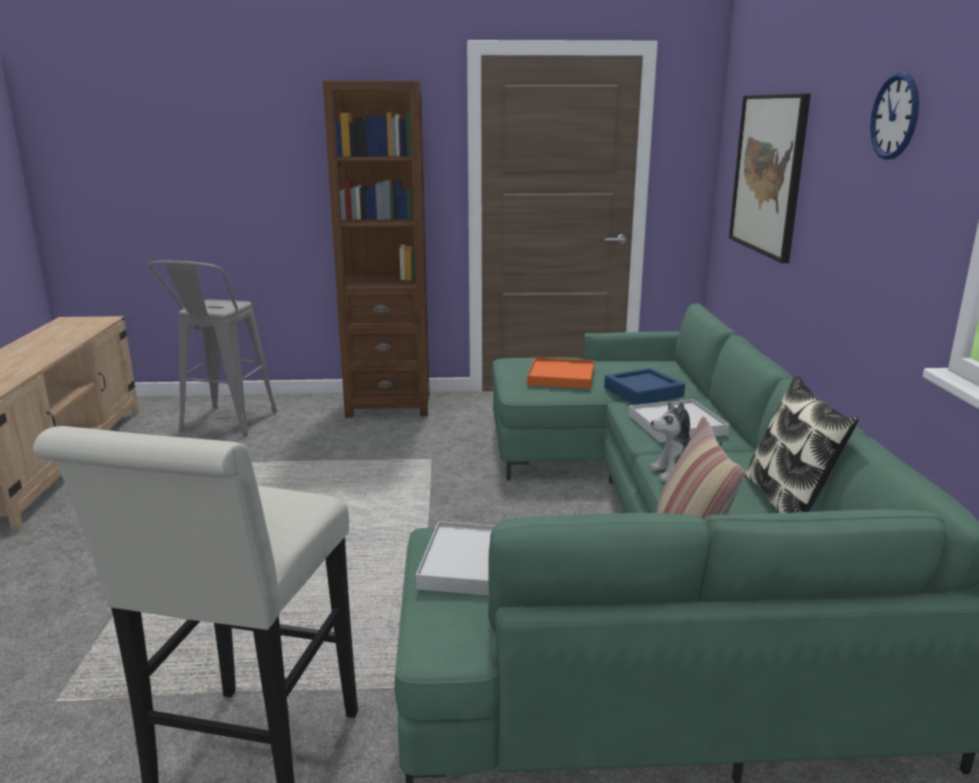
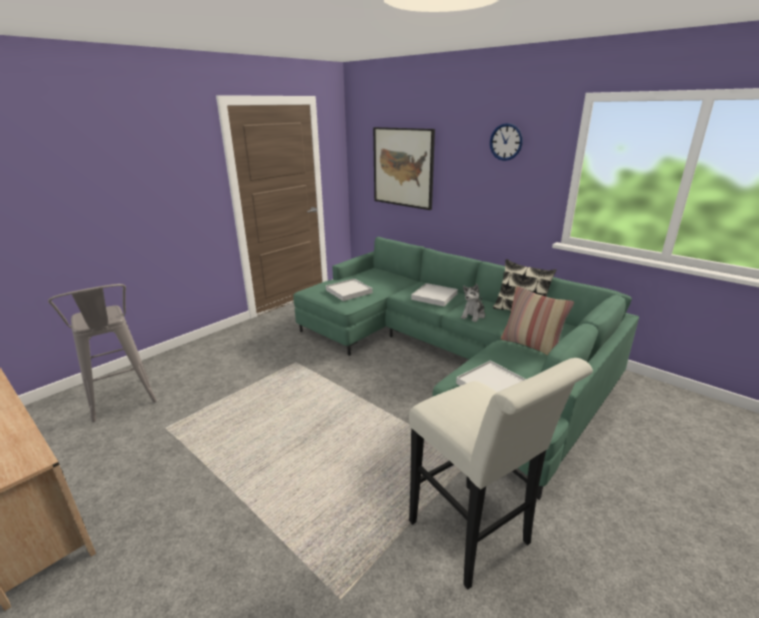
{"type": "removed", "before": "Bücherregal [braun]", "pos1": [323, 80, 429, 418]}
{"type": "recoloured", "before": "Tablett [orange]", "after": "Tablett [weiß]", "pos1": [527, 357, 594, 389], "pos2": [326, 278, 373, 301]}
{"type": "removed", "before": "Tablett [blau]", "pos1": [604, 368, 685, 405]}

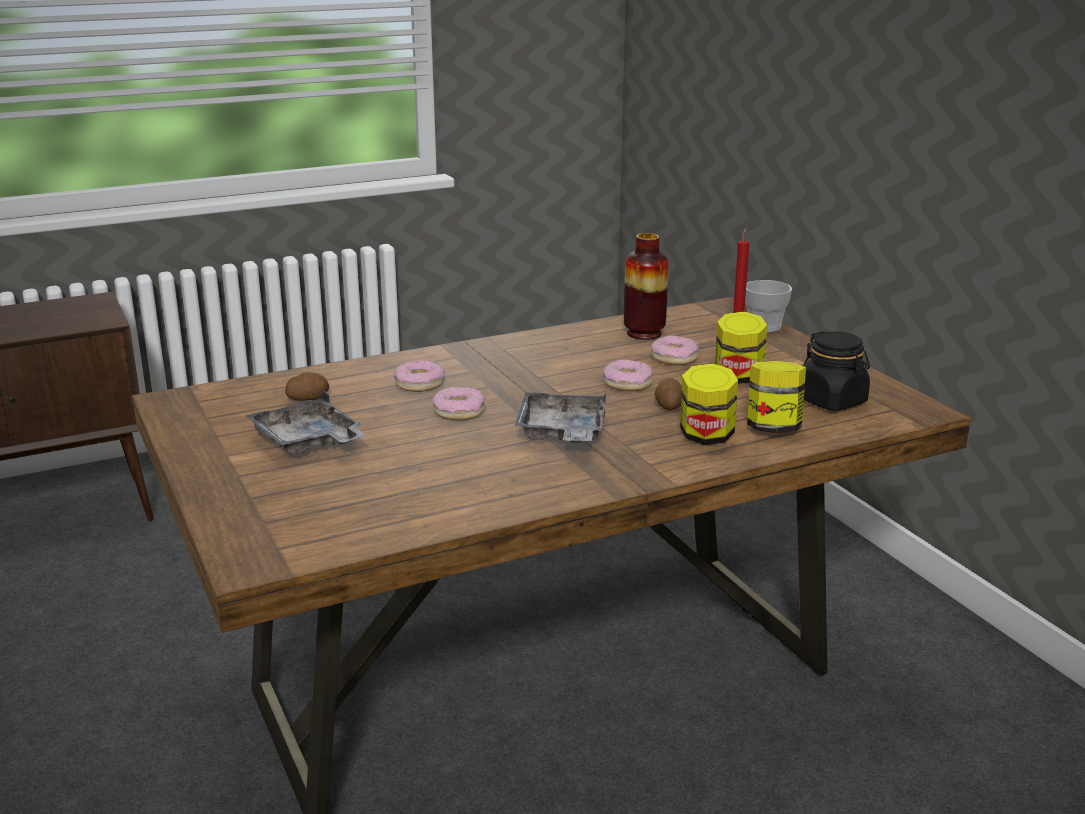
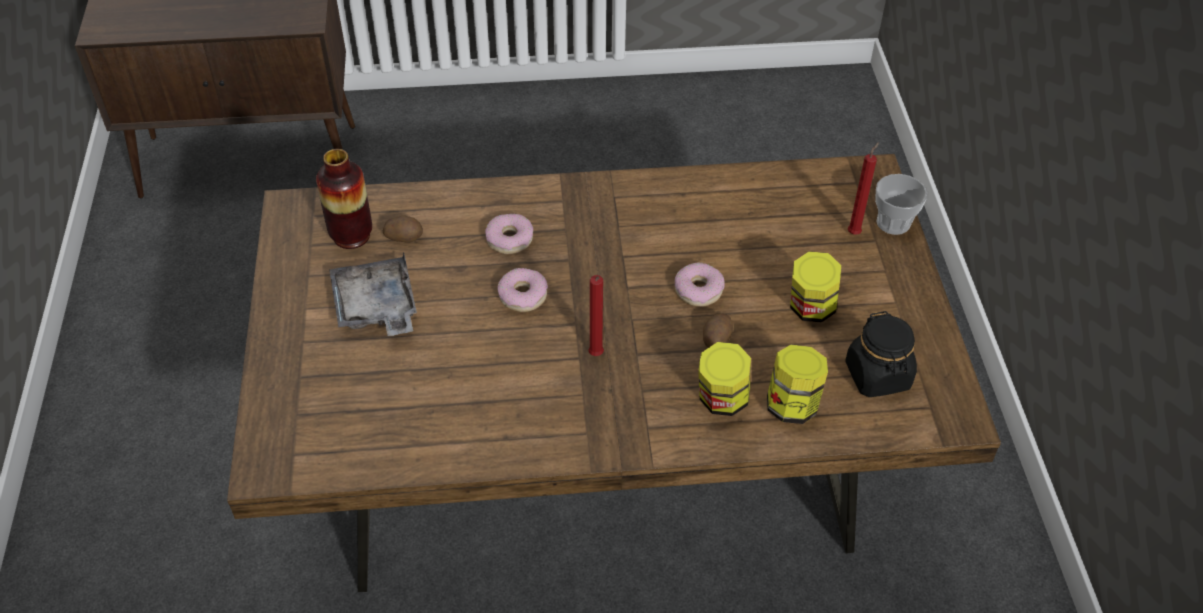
{"type": "moved", "before": "Vase", "pos1": [624, 233, 669, 340], "pos2": [316, 149, 372, 249]}
{"type": "removed", "before": "Donut", "pos1": [651, 335, 699, 365]}
{"type": "replaced", "before": "Tablett [grau]", "after": "Kerze [rot]", "pos1": [515, 391, 606, 443], "pos2": [588, 275, 604, 356]}

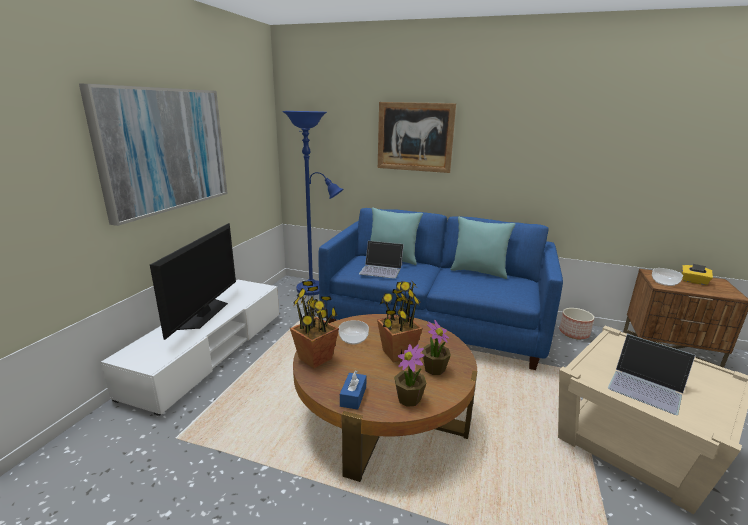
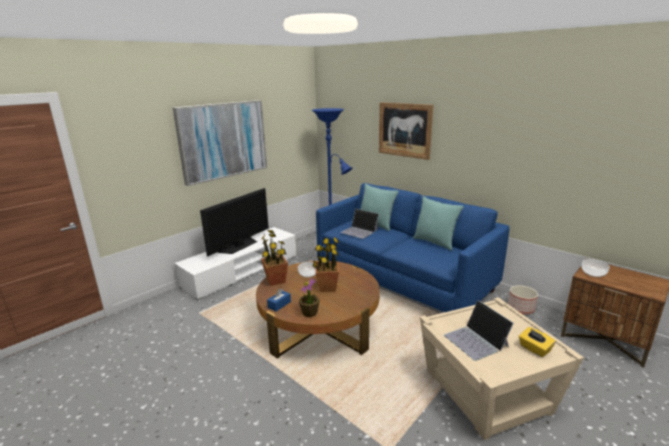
{"type": "moved", "before": "Taschentuchbox [gelb]", "pos1": [682, 264, 713, 285], "pos2": [519, 327, 556, 357]}
{"type": "removed", "before": "Topfpflanze", "pos1": [422, 319, 451, 375]}

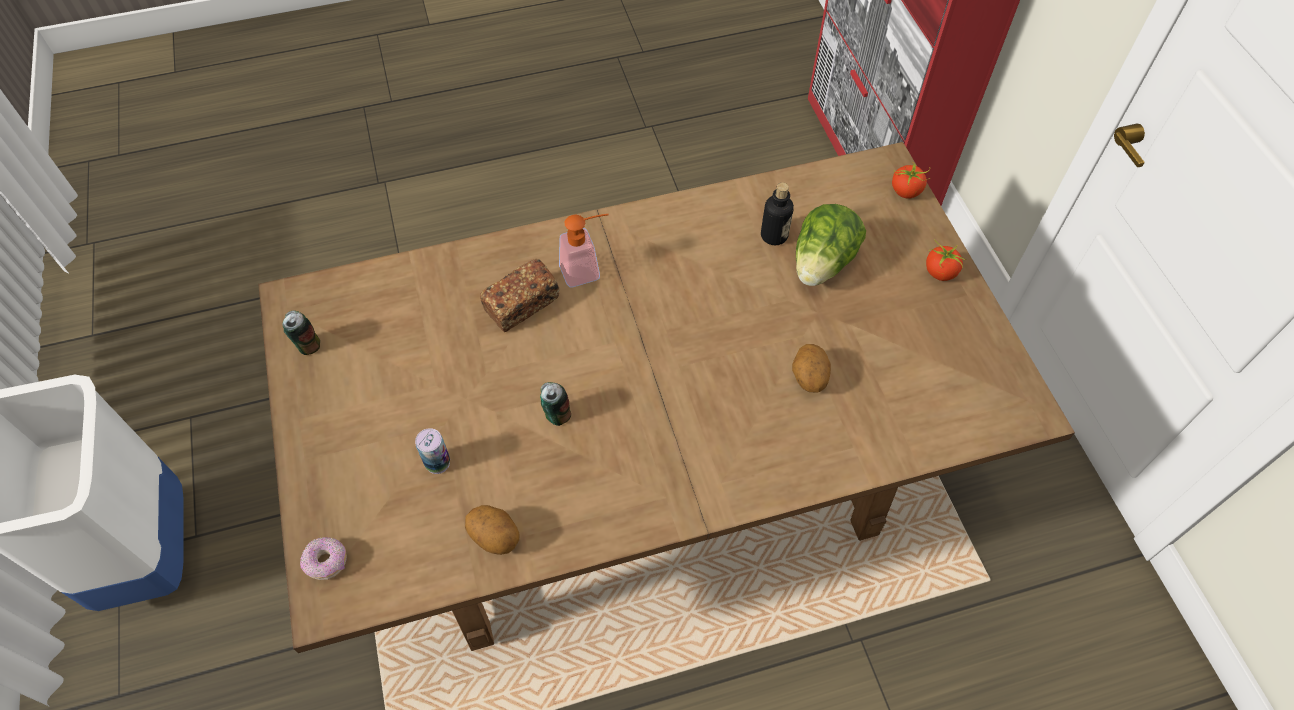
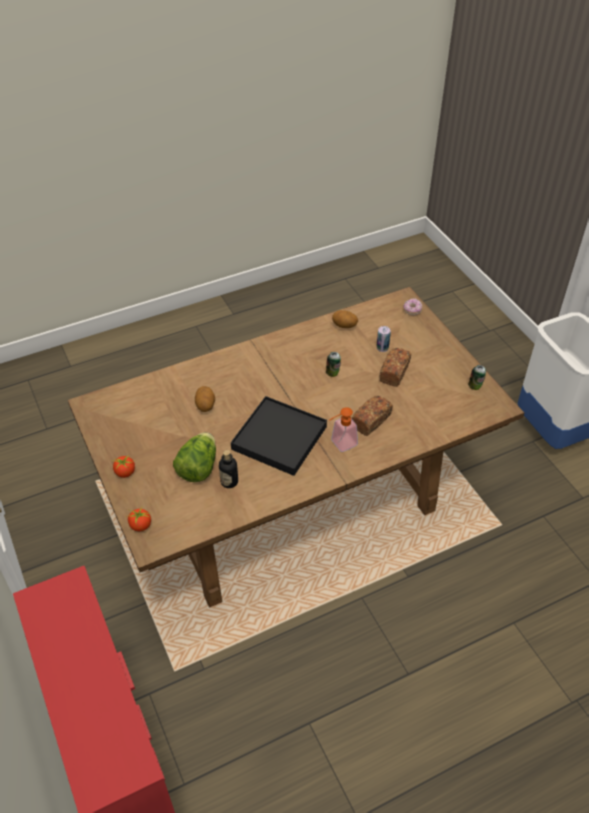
{"type": "added", "after": "Brot", "pos2": [379, 348, 411, 387]}
{"type": "added", "after": "Tablett [schwarz]", "pos2": [231, 396, 327, 476]}

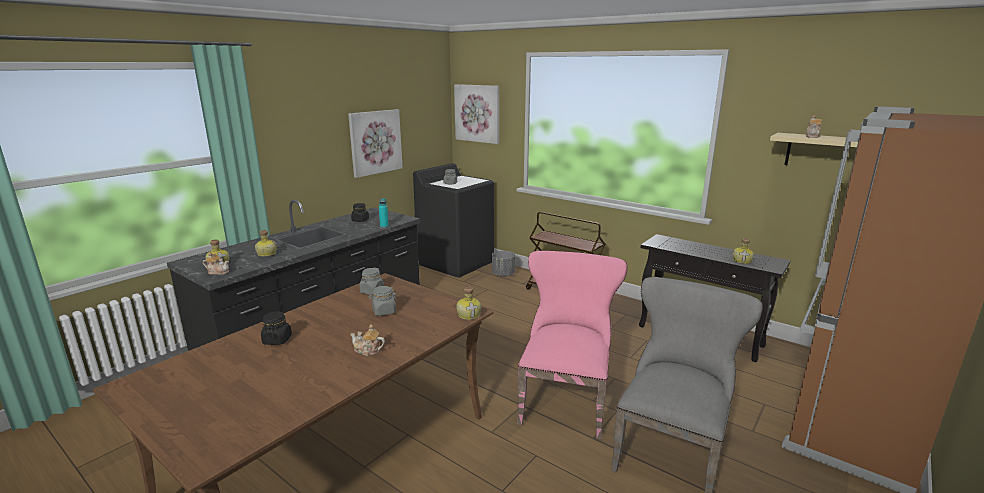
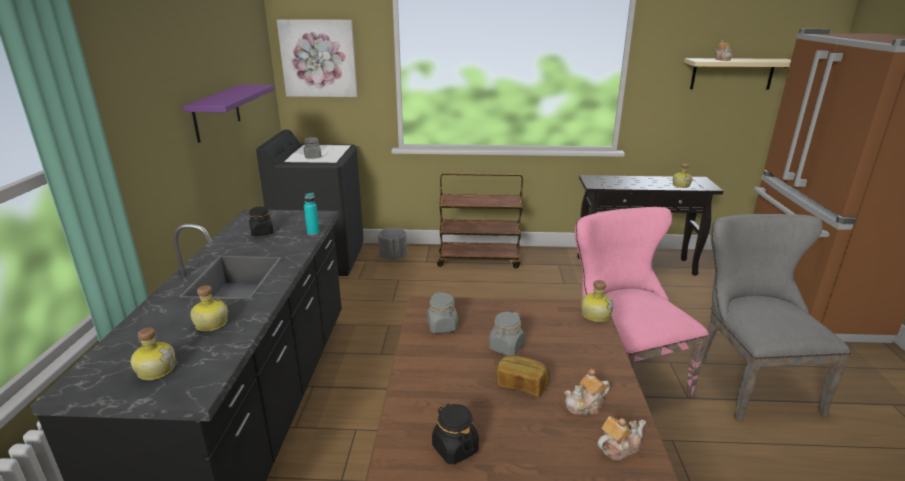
{"type": "replaced", "before": "Bild", "after": "Wandregal [lila]", "pos1": [348, 109, 403, 178], "pos2": [183, 85, 274, 143]}
{"type": "moved", "before": "Teekanne", "pos1": [203, 252, 229, 275], "pos2": [597, 416, 646, 460]}
{"type": "added", "after": "Brot", "pos2": [497, 355, 550, 396]}

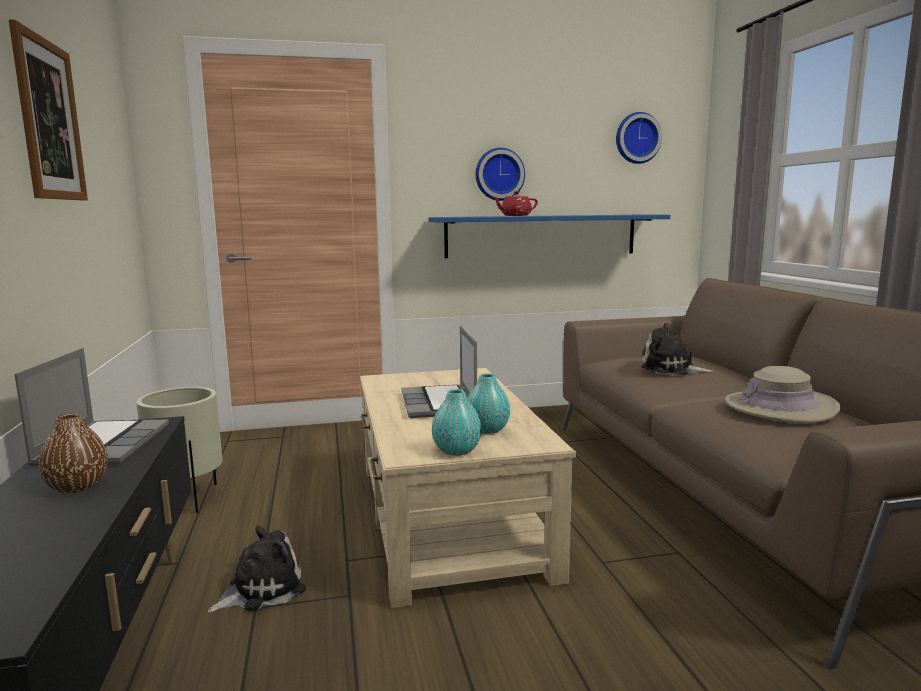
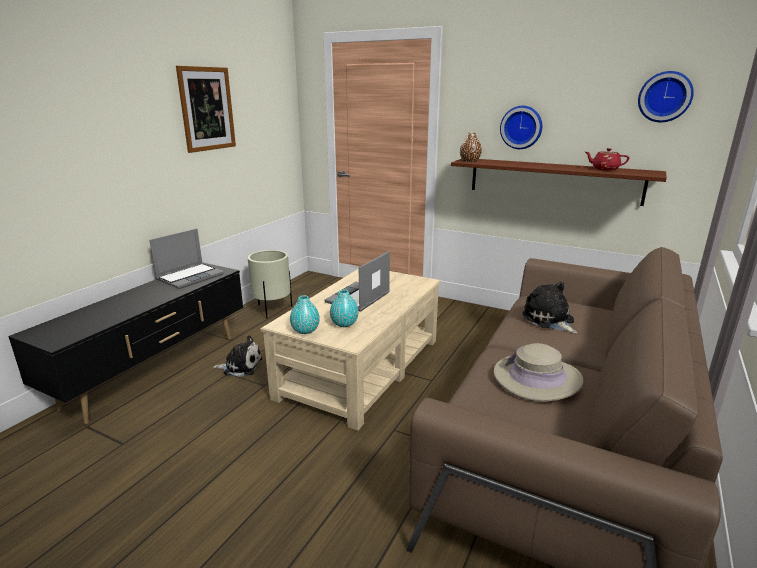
{"type": "moved", "before": "Teekanne [rot]", "pos1": [493, 191, 538, 216], "pos2": [585, 148, 629, 170]}
{"type": "recoloured", "before": "Wandregal [blau]", "after": "Wandregal [braun]", "pos1": [429, 214, 670, 258], "pos2": [451, 159, 667, 206]}
{"type": "moved", "before": "Vase [braun]", "pos1": [38, 413, 108, 493], "pos2": [460, 133, 482, 162]}

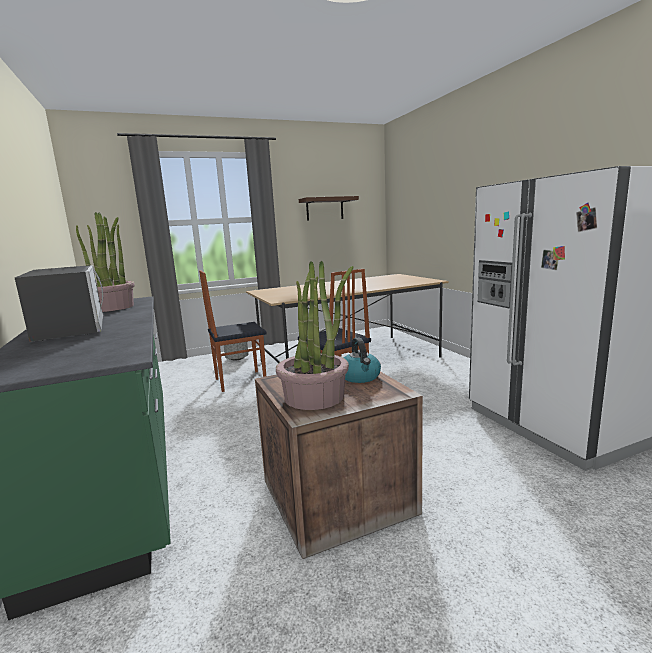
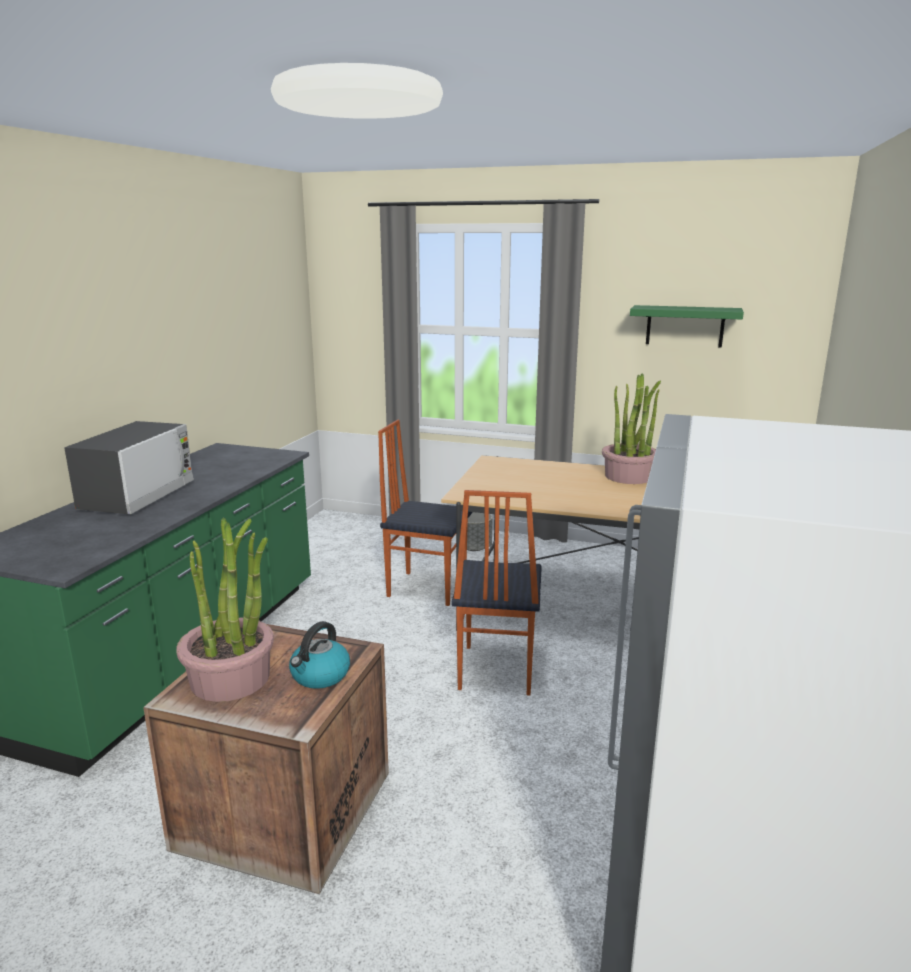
{"type": "recoloured", "before": "Wandregal [braun]", "after": "Wandregal [grün]", "pos1": [299, 196, 359, 221], "pos2": [630, 305, 744, 347]}
{"type": "moved", "before": "Topfpflanze", "pos1": [76, 212, 135, 312], "pos2": [602, 374, 661, 484]}

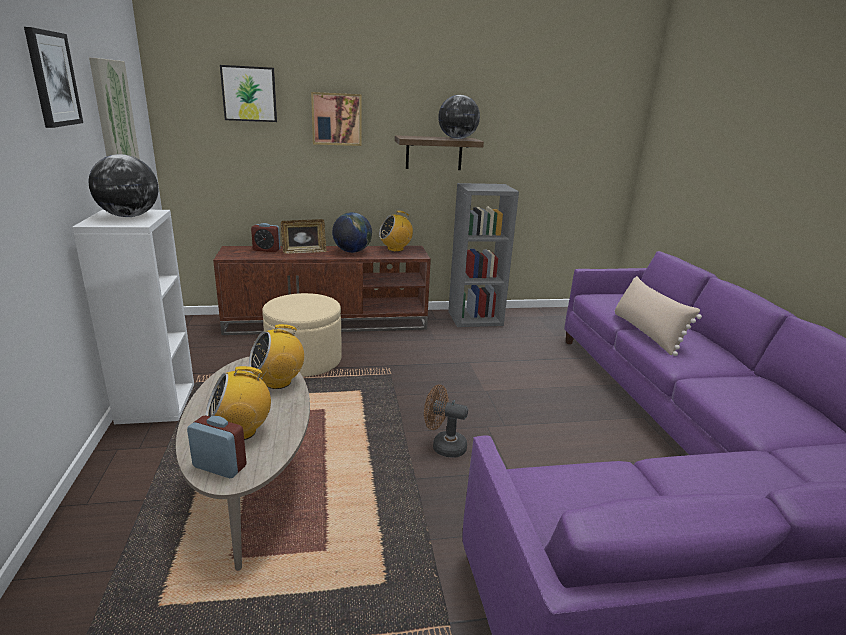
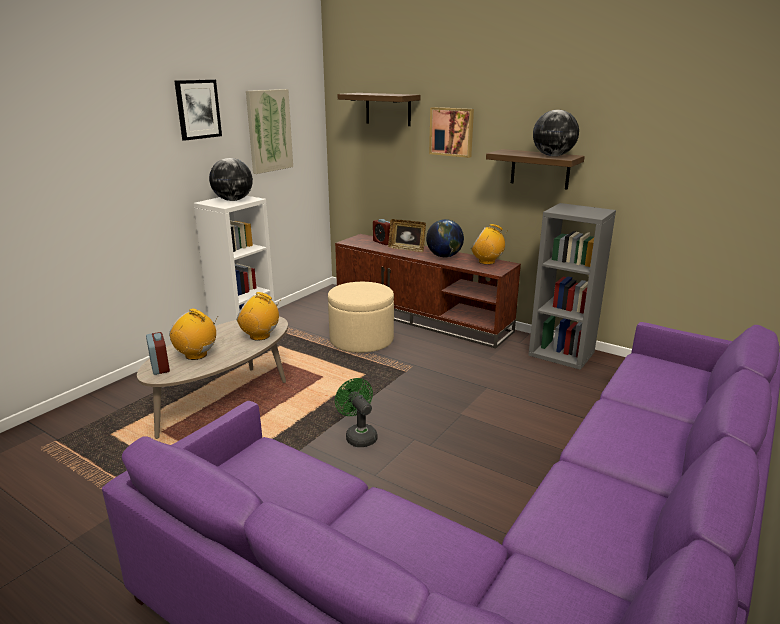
{"type": "replaced", "before": "Bild", "after": "Wandregal", "pos1": [220, 65, 277, 122], "pos2": [338, 93, 421, 126]}
{"type": "removed", "before": "Kissen [beige]", "pos1": [615, 276, 702, 356]}
{"type": "recoloured", "before": "Ventilator [braun]", "after": "Ventilator [grün]", "pos1": [424, 385, 468, 458], "pos2": [335, 378, 378, 447]}

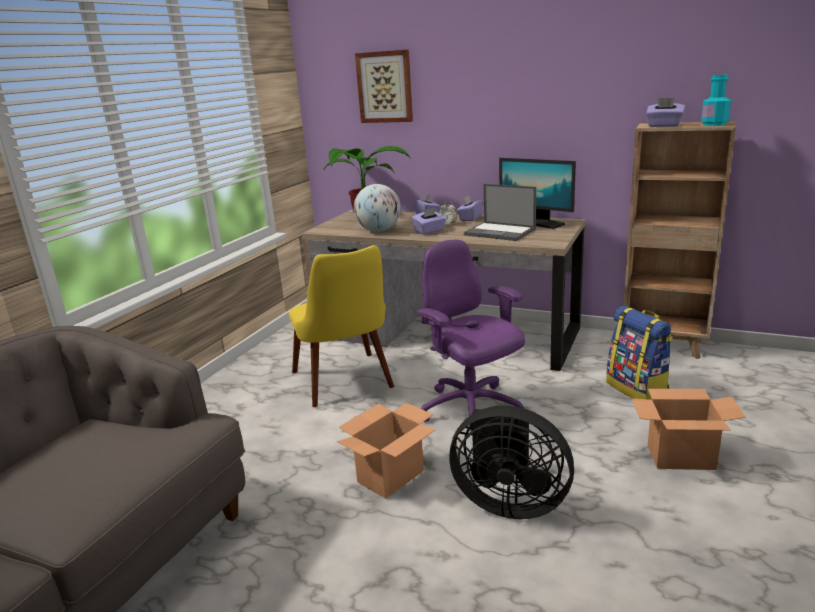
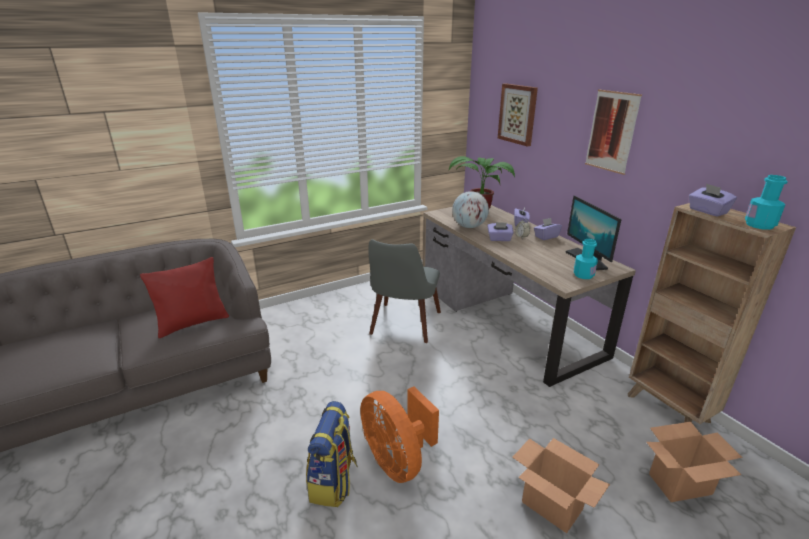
{"type": "removed", "before": "Laptop", "pos1": [464, 184, 536, 241]}
{"type": "removed", "before": "Bürostuhl [lila]", "pos1": [417, 239, 525, 432]}
{"type": "recoloured", "before": "Stuhl [gelb]", "after": "Stuhl [grau]", "pos1": [289, 245, 394, 407], "pos2": [368, 239, 441, 343]}
{"type": "moved", "before": "Rucksack", "pos1": [606, 306, 673, 400], "pos2": [306, 401, 358, 508]}
{"type": "moved", "before": "Karton", "pos1": [337, 403, 435, 499], "pos2": [646, 422, 742, 502]}
{"type": "recoloured", "before": "Ventilator [schwarz]", "after": "Ventilator [orange]", "pos1": [449, 405, 574, 519], "pos2": [360, 386, 439, 483]}
{"type": "added", "after": "Bild", "pos2": [585, 90, 642, 175]}
{"type": "added", "after": "Flasche [türkis]", "pos2": [574, 239, 598, 279]}
{"type": "added", "after": "Kissen [rot]", "pos2": [140, 257, 229, 338]}

